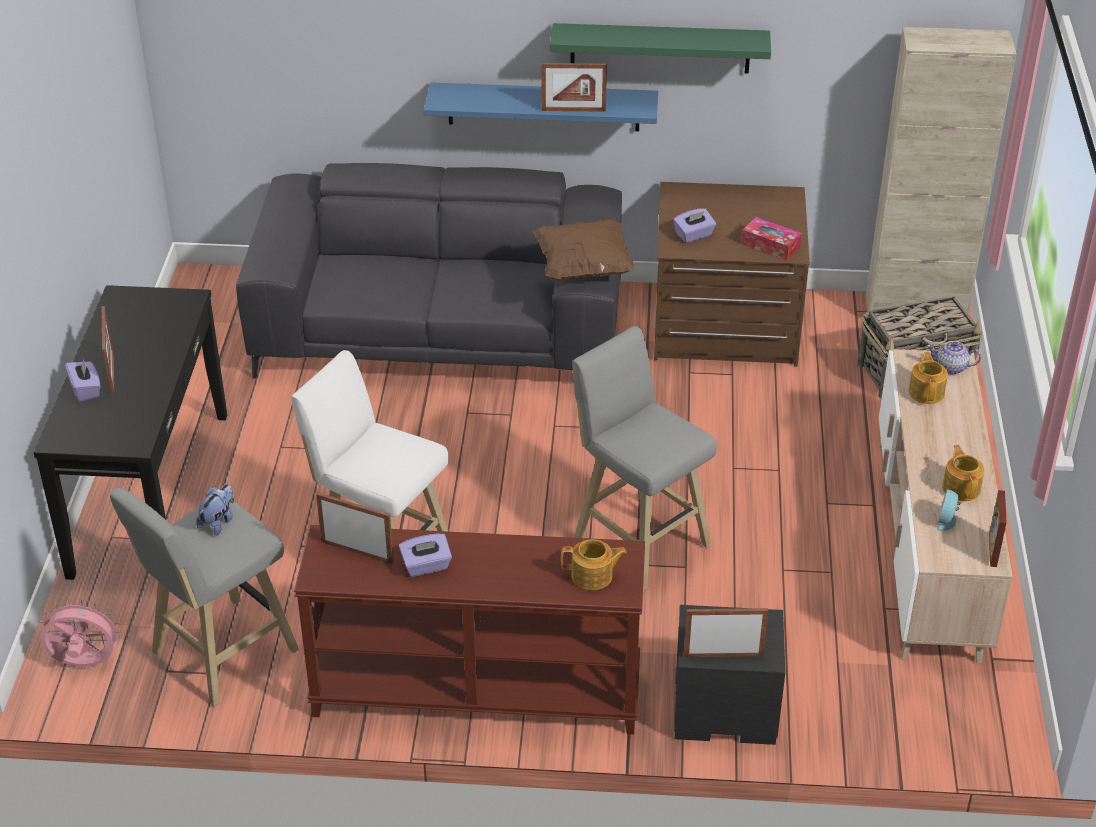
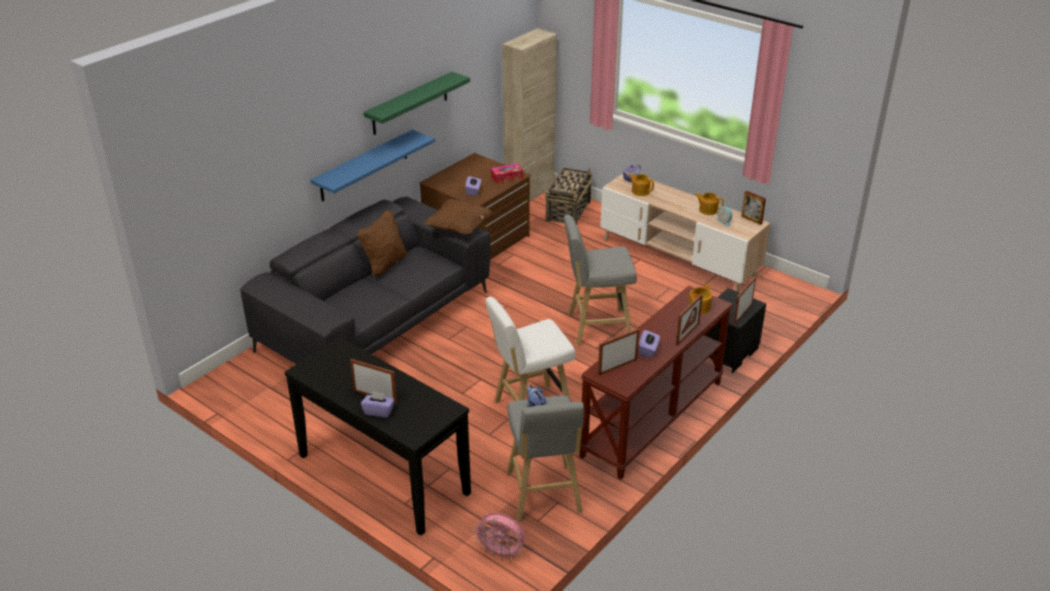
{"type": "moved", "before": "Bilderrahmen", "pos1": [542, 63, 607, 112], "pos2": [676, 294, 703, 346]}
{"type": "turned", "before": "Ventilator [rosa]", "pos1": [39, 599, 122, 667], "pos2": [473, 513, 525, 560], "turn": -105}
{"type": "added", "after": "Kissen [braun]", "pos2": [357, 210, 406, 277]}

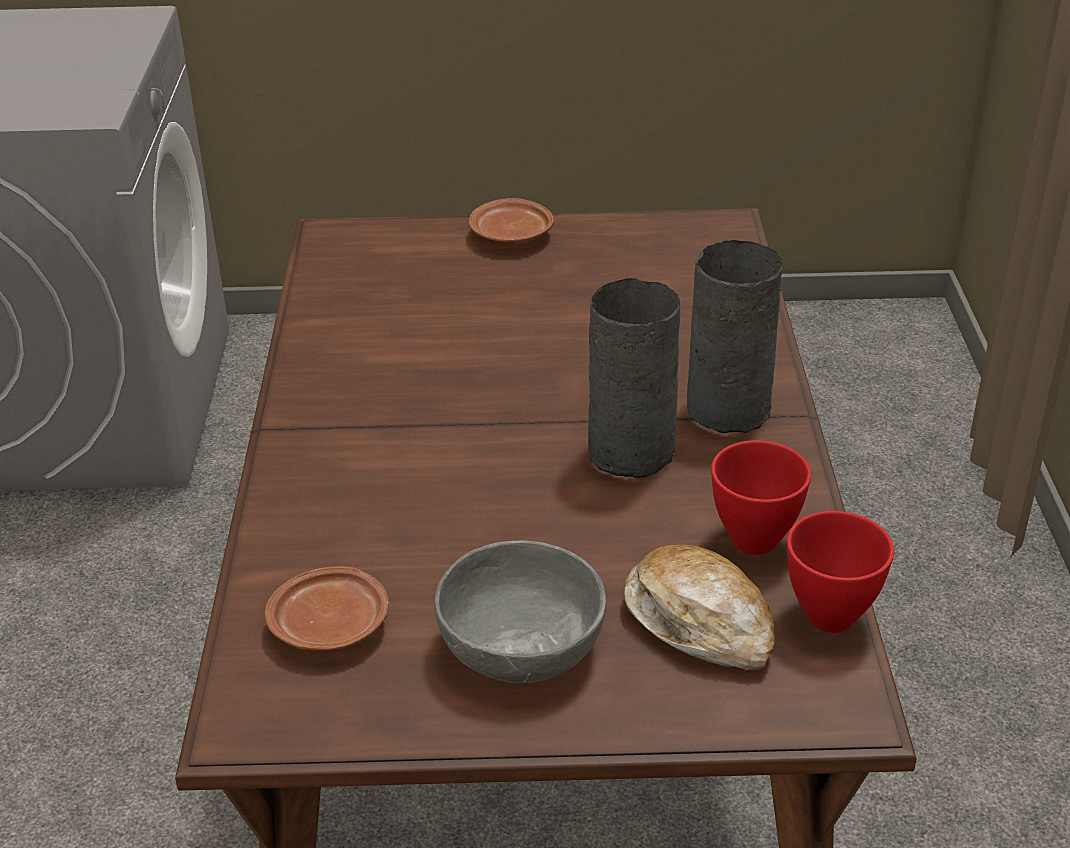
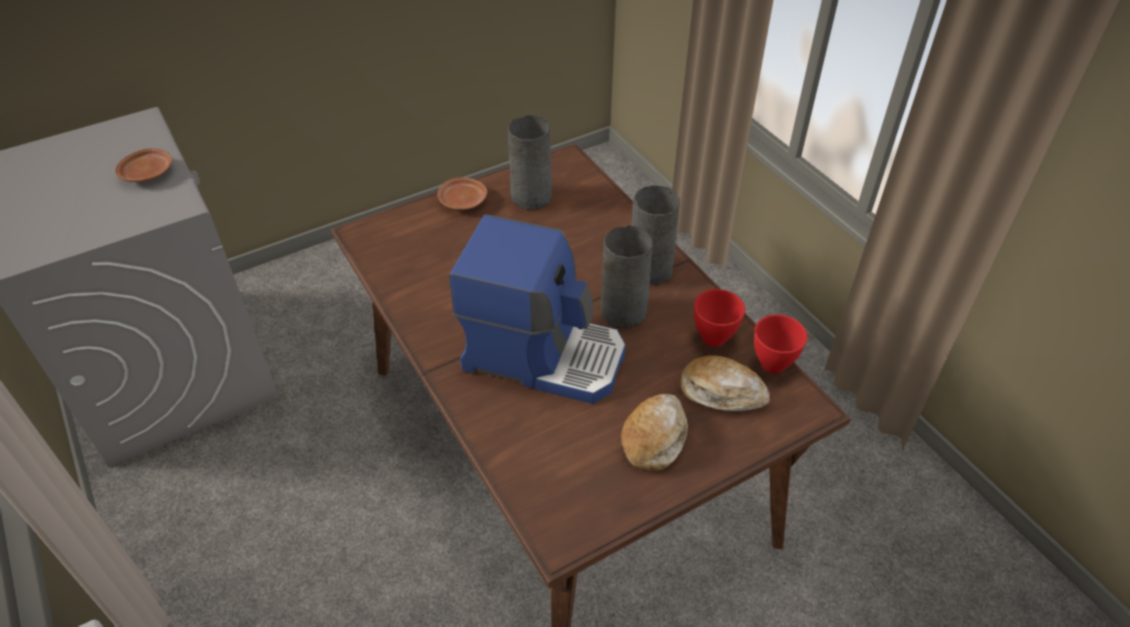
{"type": "replaced", "before": "Schüssel [grau]", "after": "Brot", "pos1": [435, 540, 606, 683], "pos2": [621, 394, 688, 471]}
{"type": "moved", "before": "Teller [braun]", "pos1": [265, 566, 389, 651], "pos2": [115, 148, 172, 182]}
{"type": "added", "after": "Vase [grau]", "pos2": [508, 115, 552, 210]}
{"type": "added", "after": "Kaffeemaschine", "pos2": [449, 214, 626, 404]}

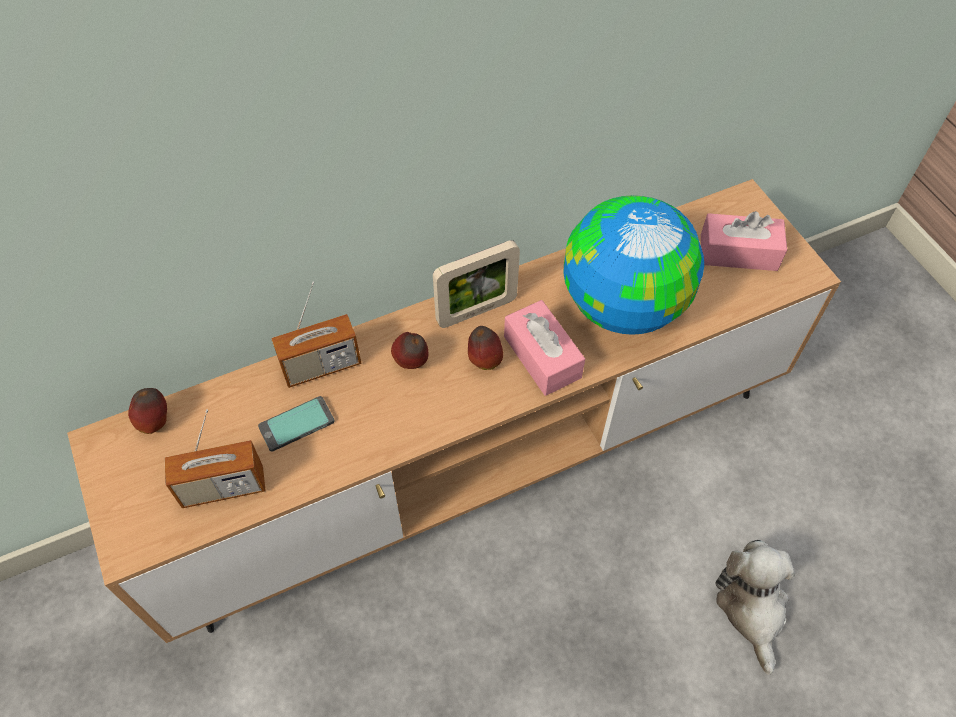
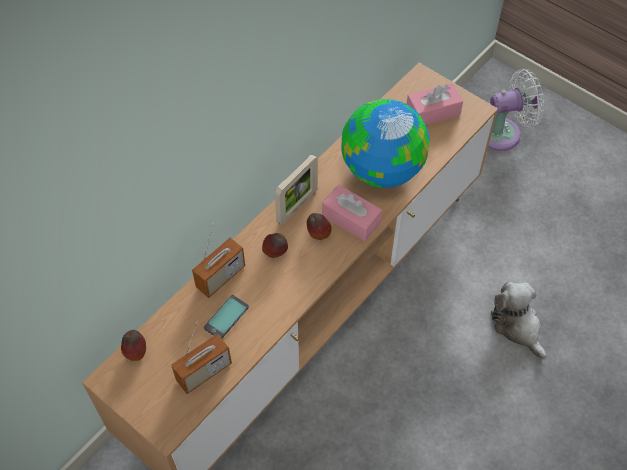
{"type": "added", "after": "Ventilator [weiß]", "pos2": [488, 69, 544, 151]}

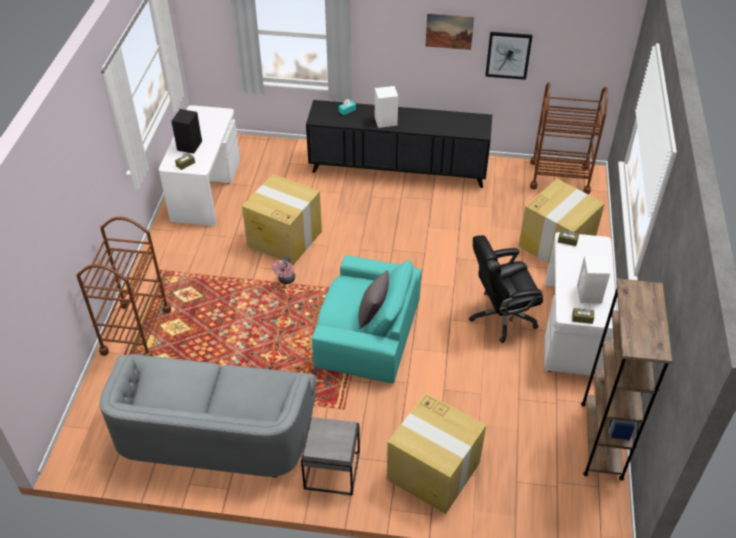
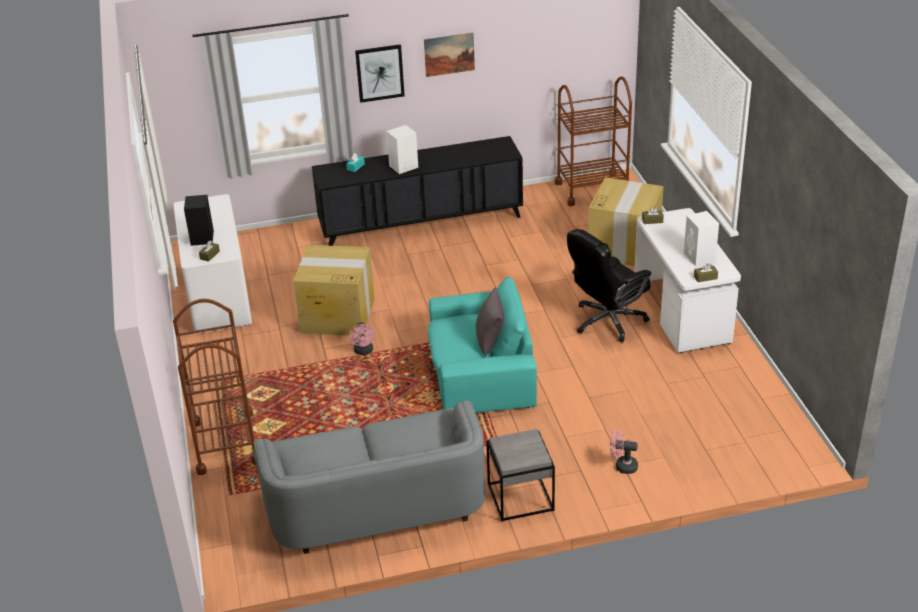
{"type": "moved", "before": "Bild", "pos1": [485, 32, 533, 80], "pos2": [355, 44, 405, 103]}
{"type": "removed", "before": "Bücherregal [braun]", "pos1": [581, 278, 672, 481]}
{"type": "replaced", "before": "Karton", "after": "Ventilator [rosa]", "pos1": [387, 393, 486, 514], "pos2": [610, 430, 638, 474]}

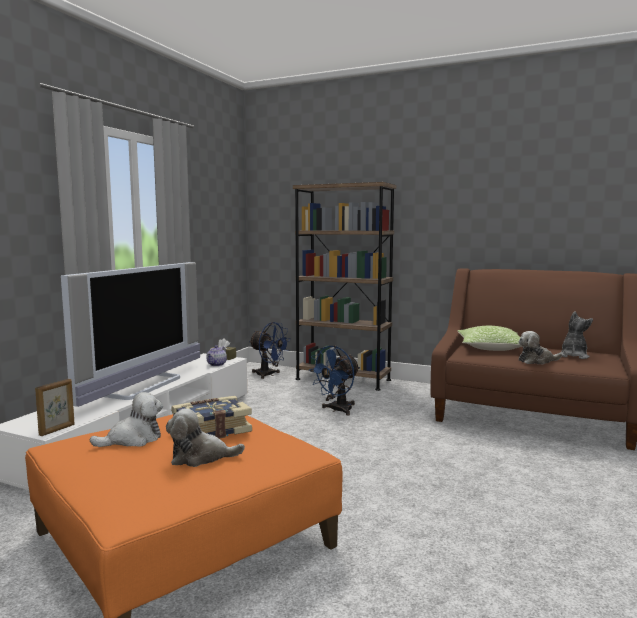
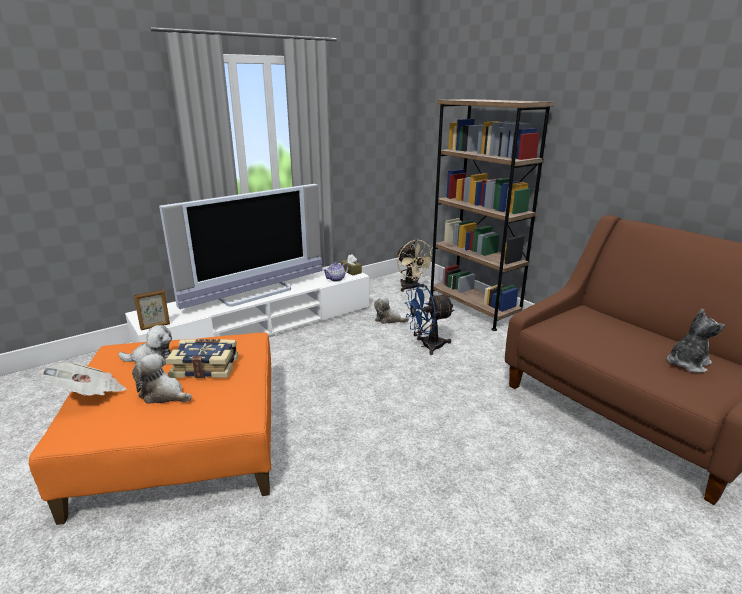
{"type": "recoloured", "before": "Ventilator [blau]", "after": "Ventilator [beige]", "pos1": [249, 322, 290, 379], "pos2": [396, 239, 436, 292]}
{"type": "removed", "before": "Kissen", "pos1": [458, 326, 522, 351]}
{"type": "moved", "before": "Plüschtier", "pos1": [519, 331, 562, 364], "pos2": [374, 296, 409, 324]}
{"type": "added", "after": "Zeitung", "pos2": [40, 362, 126, 396]}

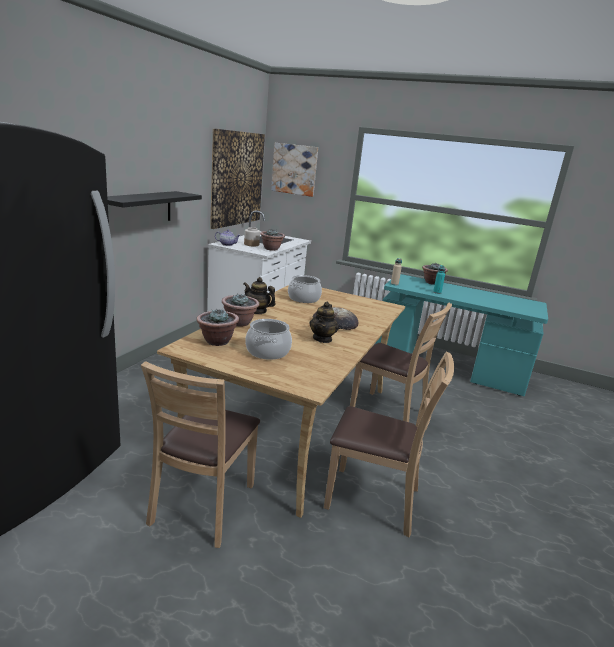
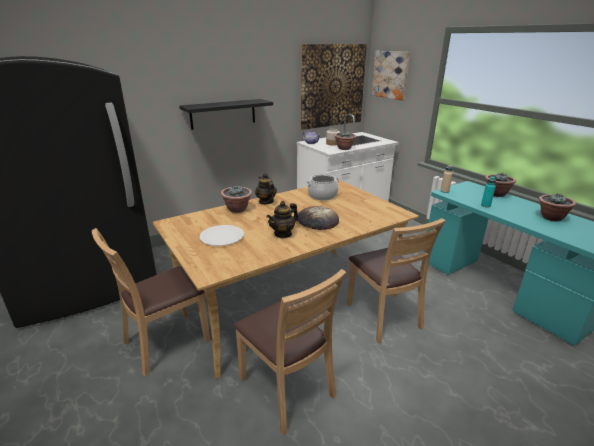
{"type": "moved", "before": "Topfpflanze", "pos1": [196, 308, 239, 346], "pos2": [538, 193, 576, 222]}
{"type": "replaced", "before": "Kochtopf", "after": "Teller [weiß]", "pos1": [245, 319, 292, 360], "pos2": [199, 225, 244, 246]}

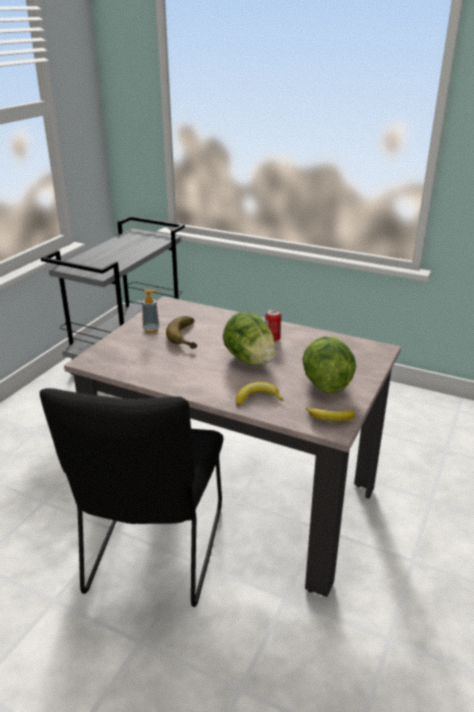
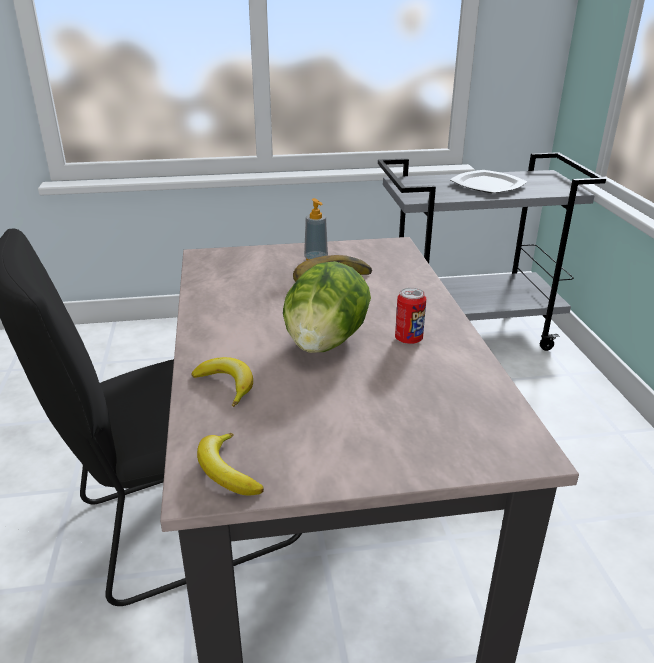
{"type": "removed", "before": "Salatkopf", "pos1": [302, 336, 356, 394]}
{"type": "added", "after": "Teller", "pos2": [450, 170, 527, 193]}

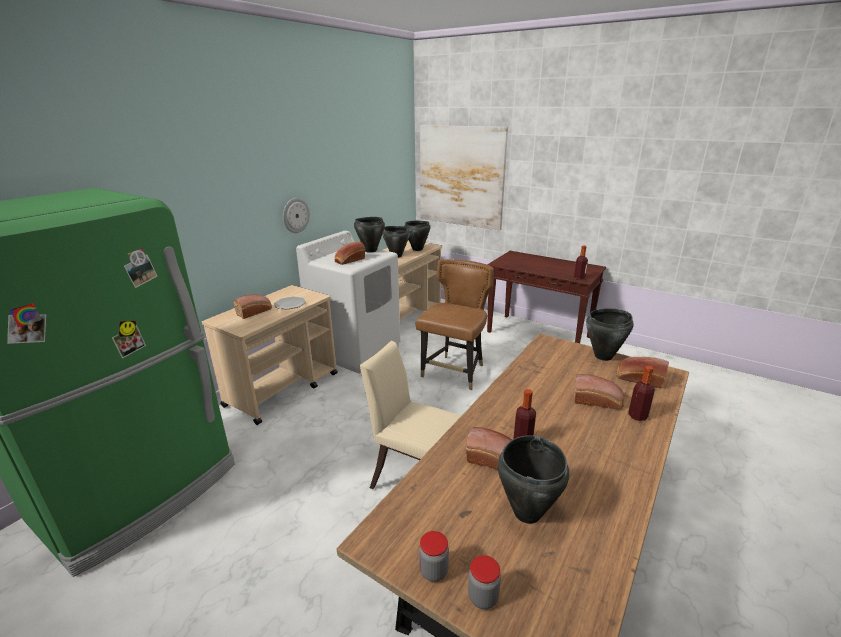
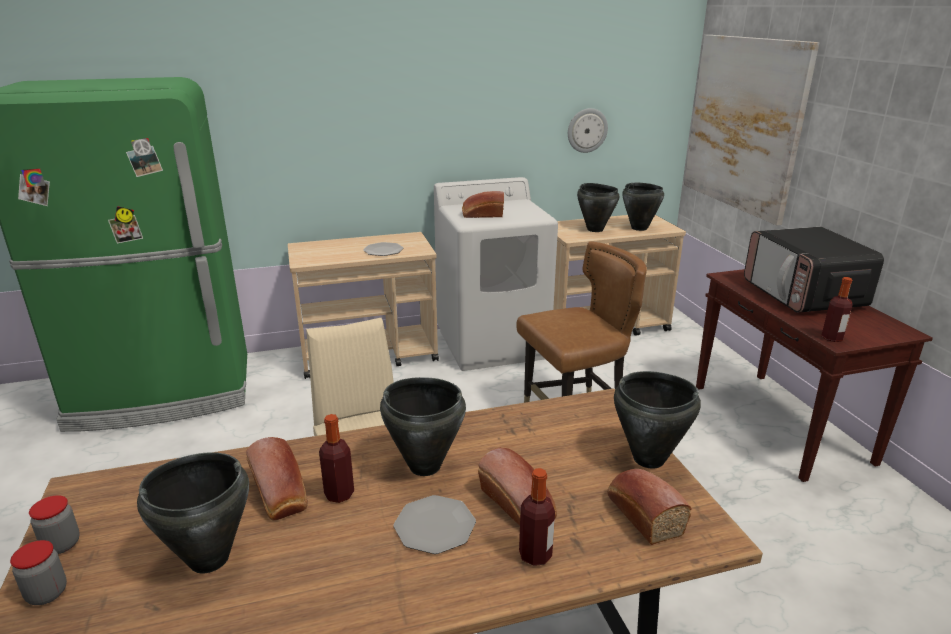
{"type": "moved", "before": "Wanduhr", "pos1": [283, 198, 310, 233], "pos2": [568, 108, 608, 153]}
{"type": "moved", "before": "Kochtopf [schwarz]", "pos1": [354, 217, 385, 253], "pos2": [380, 377, 466, 476]}
{"type": "removed", "before": "Brot", "pos1": [233, 295, 272, 319]}
{"type": "added", "after": "Mikrowelle", "pos2": [744, 227, 884, 313]}
{"type": "added", "after": "Teller", "pos2": [394, 495, 476, 554]}

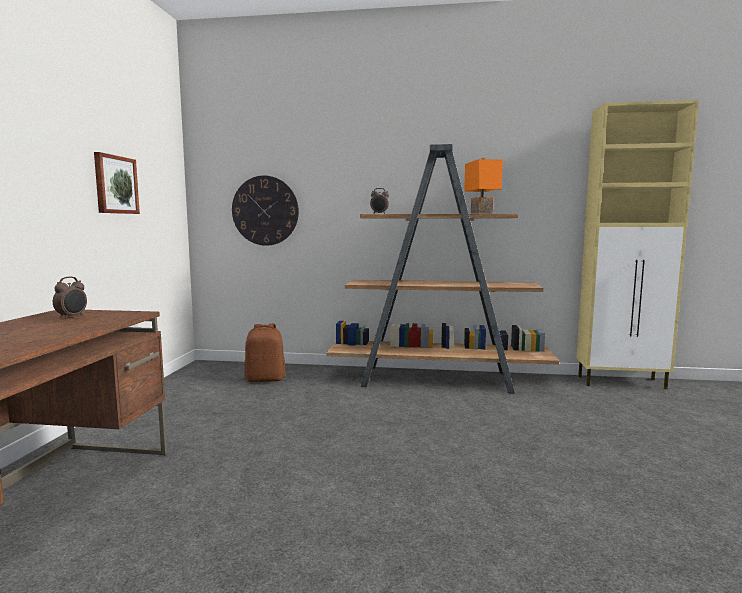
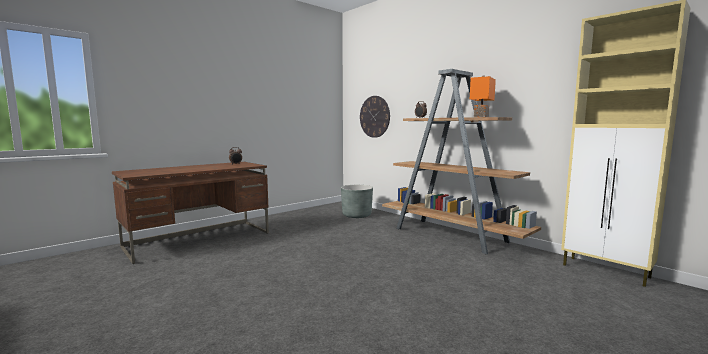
{"type": "removed", "before": "Bild", "pos1": [94, 152, 140, 214]}
{"type": "replaced", "before": "Rucksack [braun]", "after": "Pflanzkübel [grau]", "pos1": [244, 324, 286, 382], "pos2": [341, 185, 373, 218]}

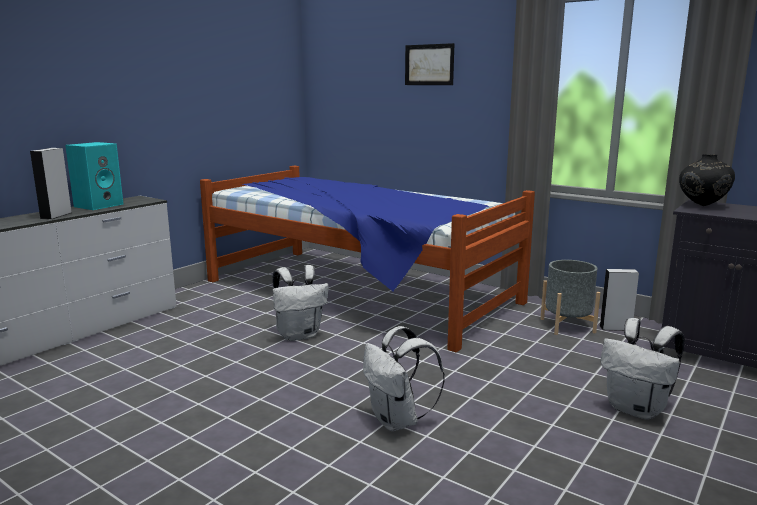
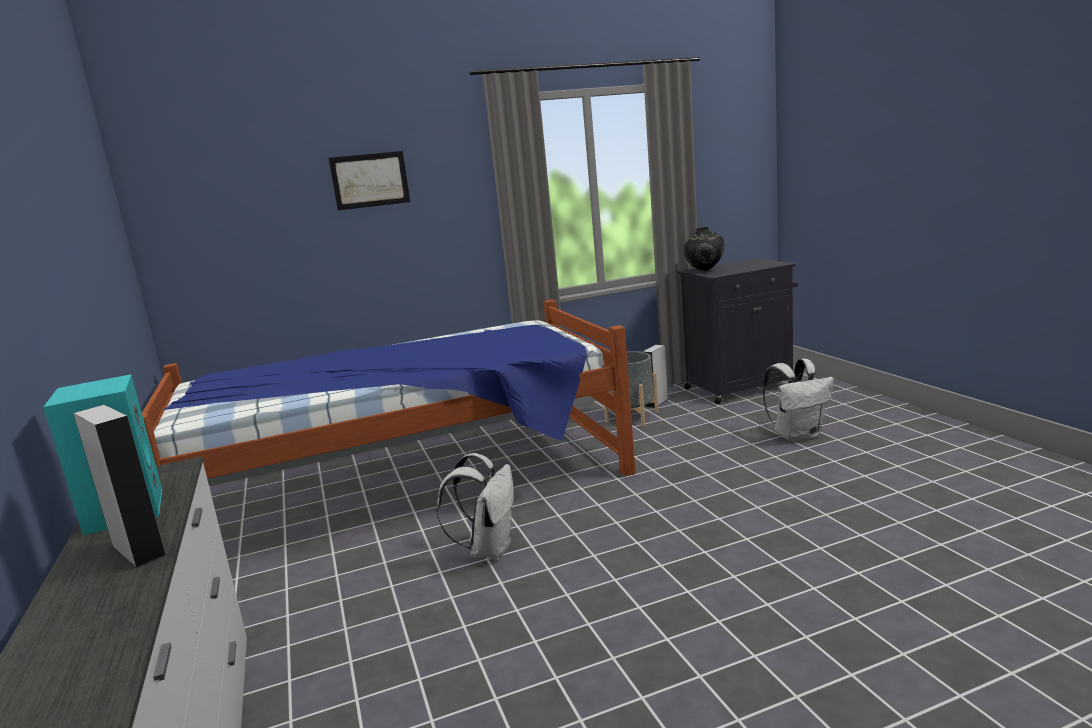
{"type": "removed", "before": "Rucksack [weiß]", "pos1": [363, 326, 445, 432]}

